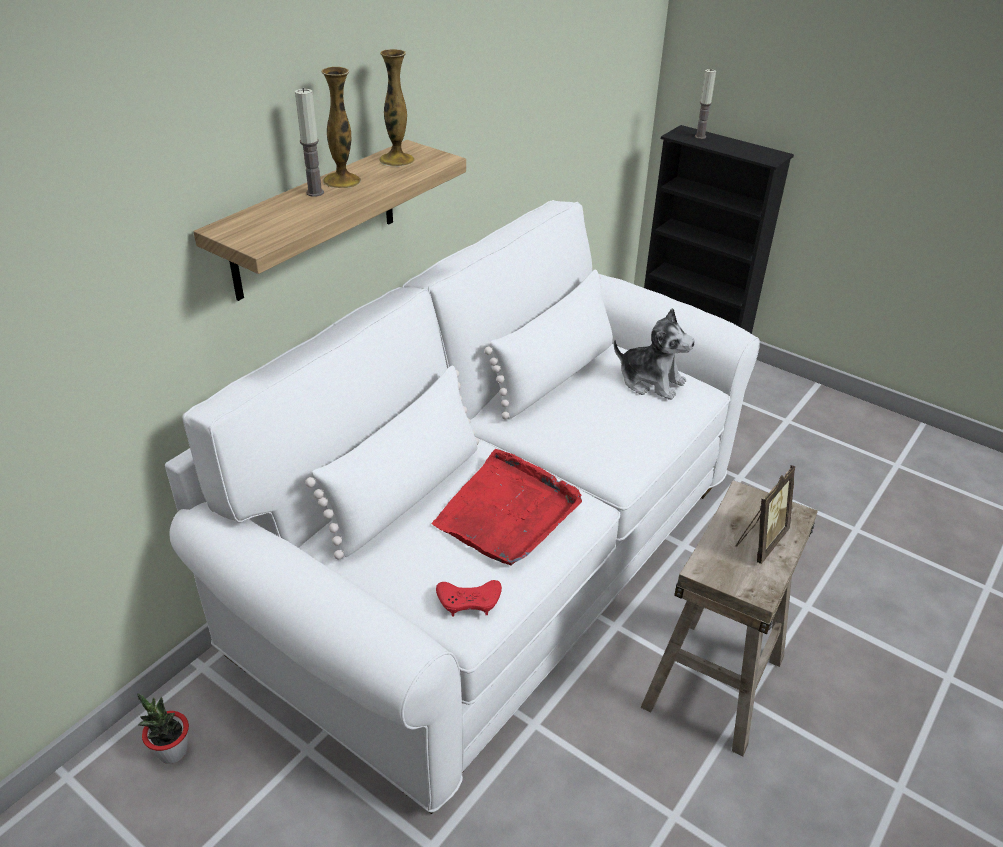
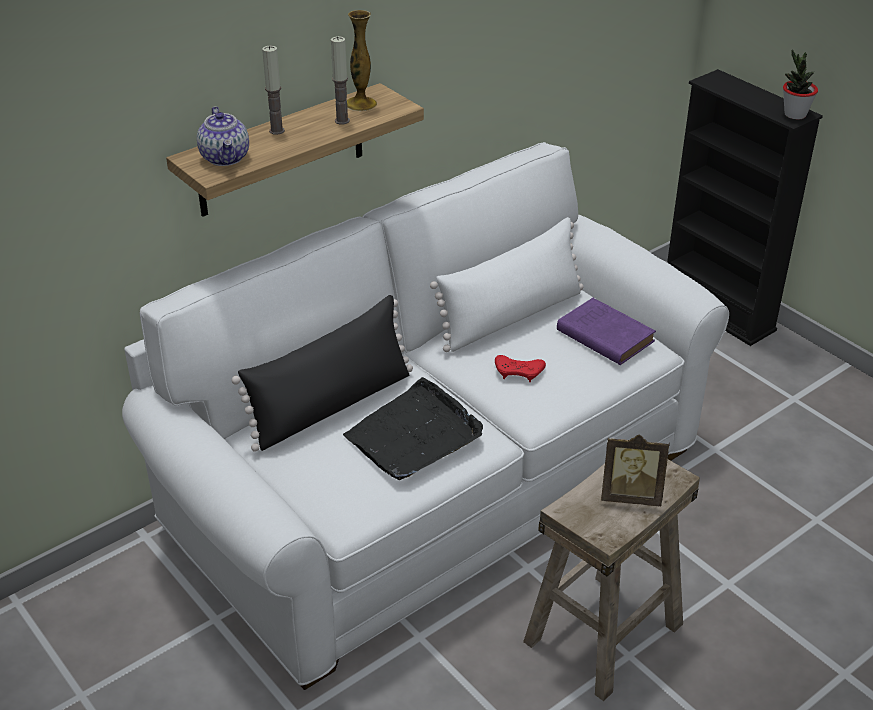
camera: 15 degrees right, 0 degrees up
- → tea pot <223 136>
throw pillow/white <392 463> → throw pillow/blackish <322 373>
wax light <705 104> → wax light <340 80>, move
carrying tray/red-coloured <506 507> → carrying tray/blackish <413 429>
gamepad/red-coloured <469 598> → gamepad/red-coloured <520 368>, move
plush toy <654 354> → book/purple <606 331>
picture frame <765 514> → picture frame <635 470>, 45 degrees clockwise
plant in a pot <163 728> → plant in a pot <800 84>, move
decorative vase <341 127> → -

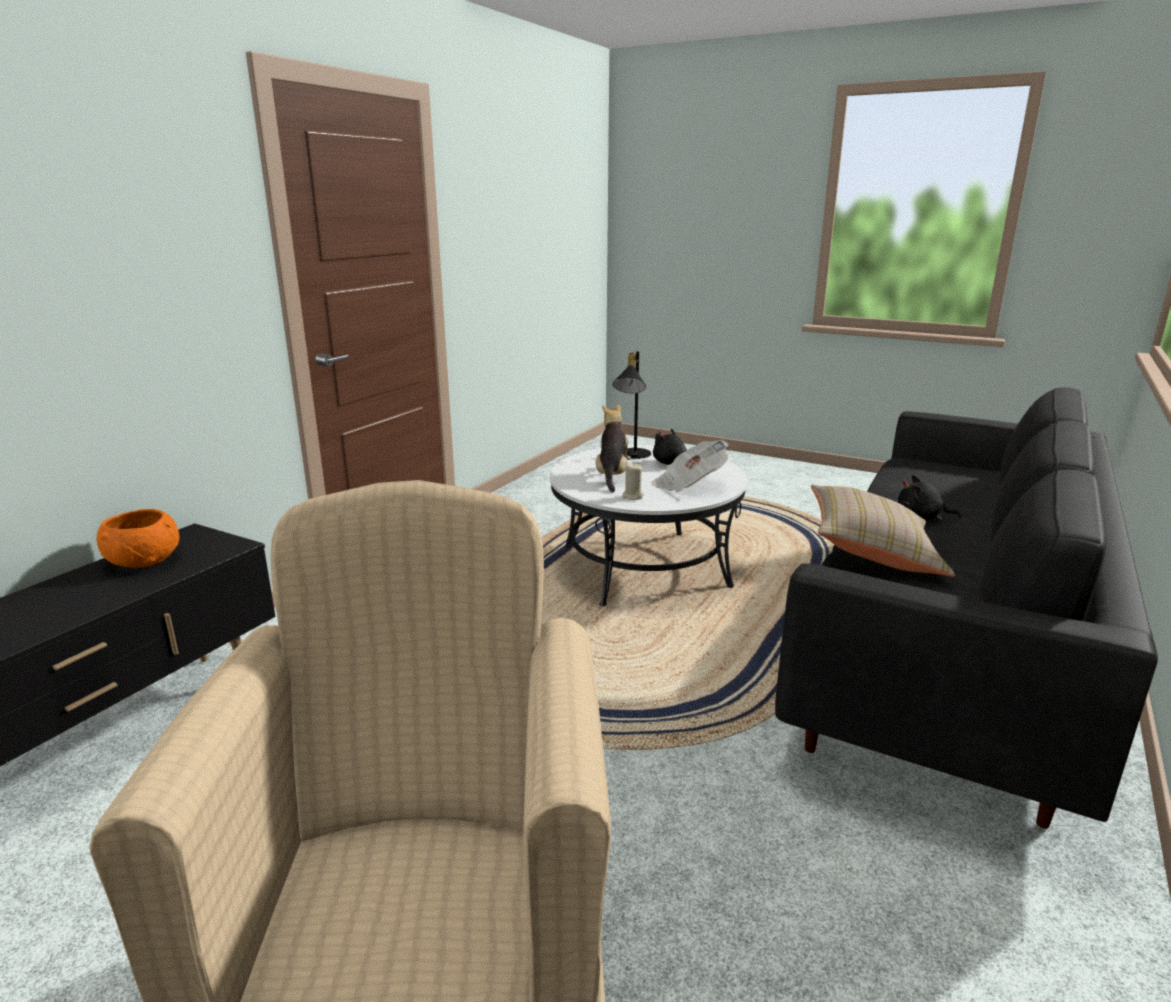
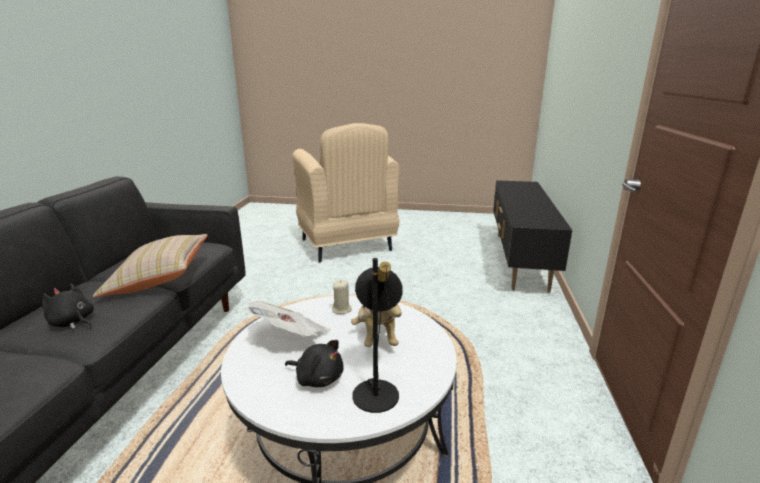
camera: 160 degrees right, 0 degrees up
plush toy/blackish <929 497> → plush toy/blackish <68 306>, 150 degrees counterclockwise
serving bowl/orangey <138 538> → -

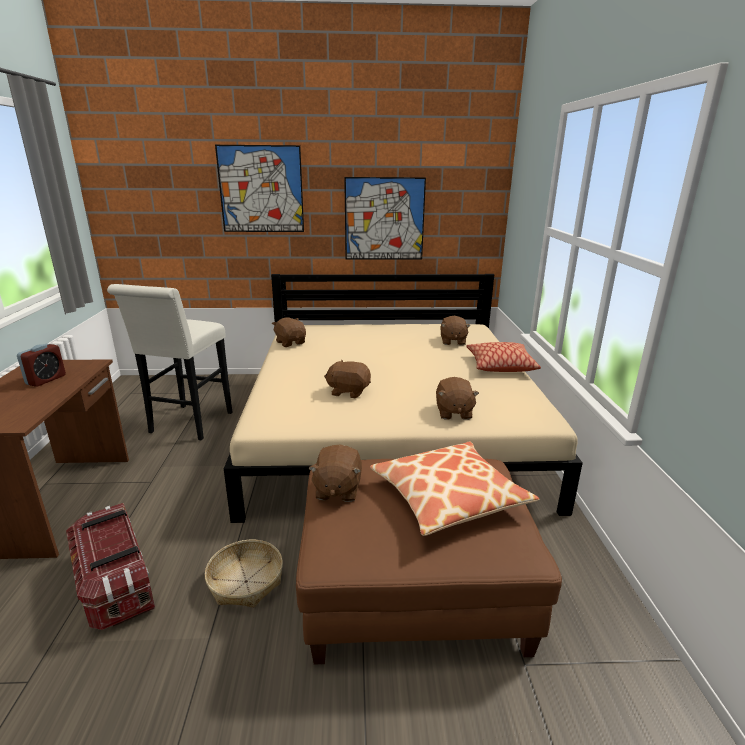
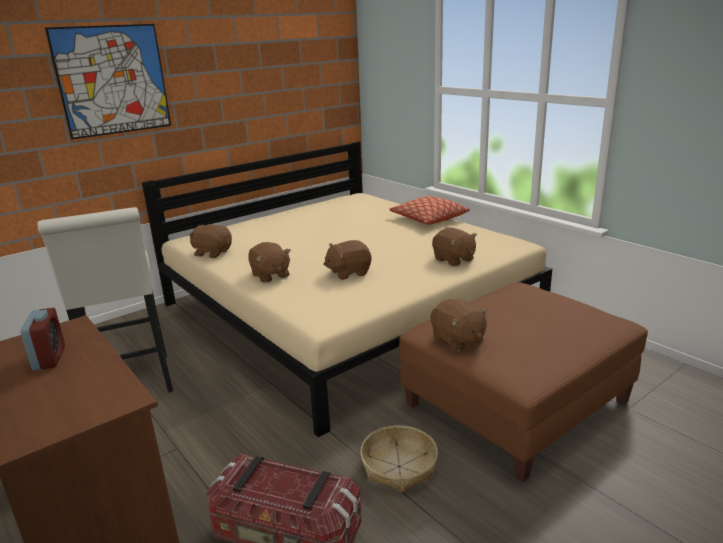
camera: 35 degrees left, 0 degrees up
plush toy/brown-coloured <456 330> → plush toy/brown-coloured <270 262>, move
picture <385 218> → -
throw pillow <454 489> → -

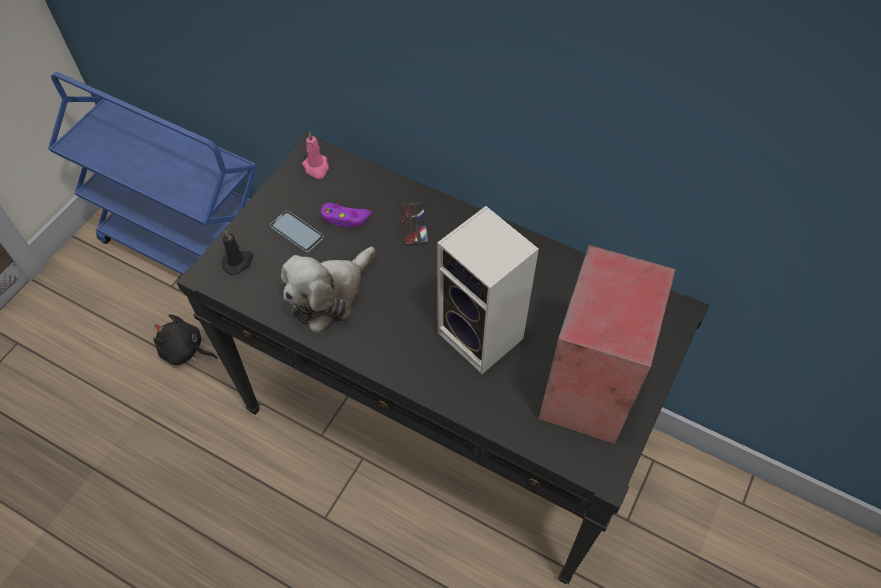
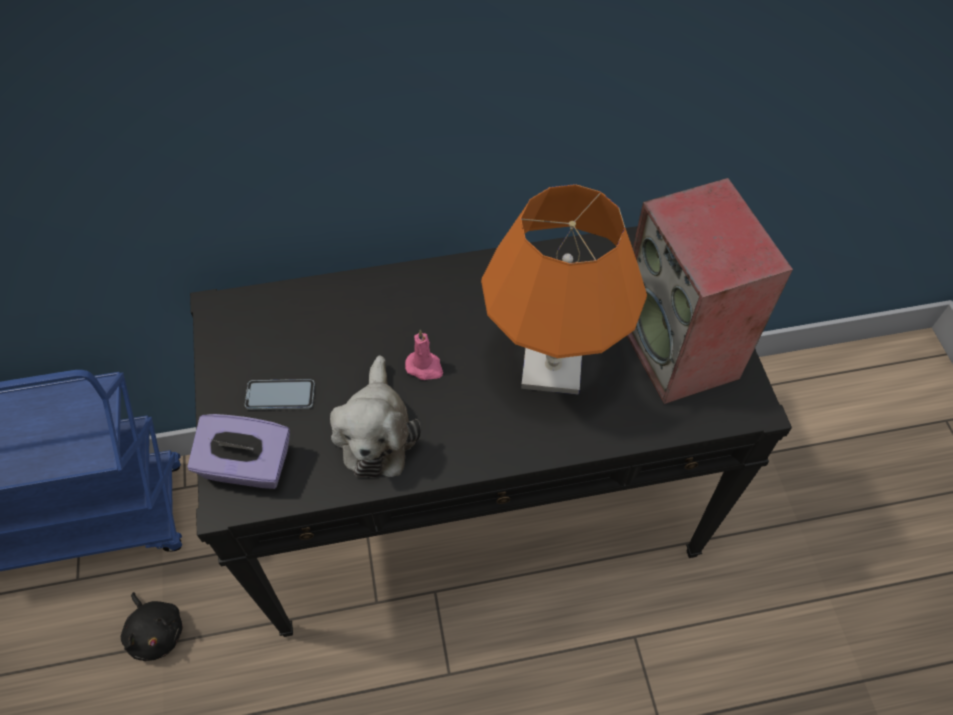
camera: 40 degrees left, 0 degrees up
plush toy/blackish <185 339> → plush toy/blackish <152 626>, 105 degrees counterclockwise
wax light/blackish <238 252> → tissue box/purple <238 451>
wax light/pink <315 155> → wax light/pink <424 355>, move
loudspeaker <488 290> → table lamp/orangey <564 289>
gamepad/purple <346 215> → -
telephone <414 223> → -

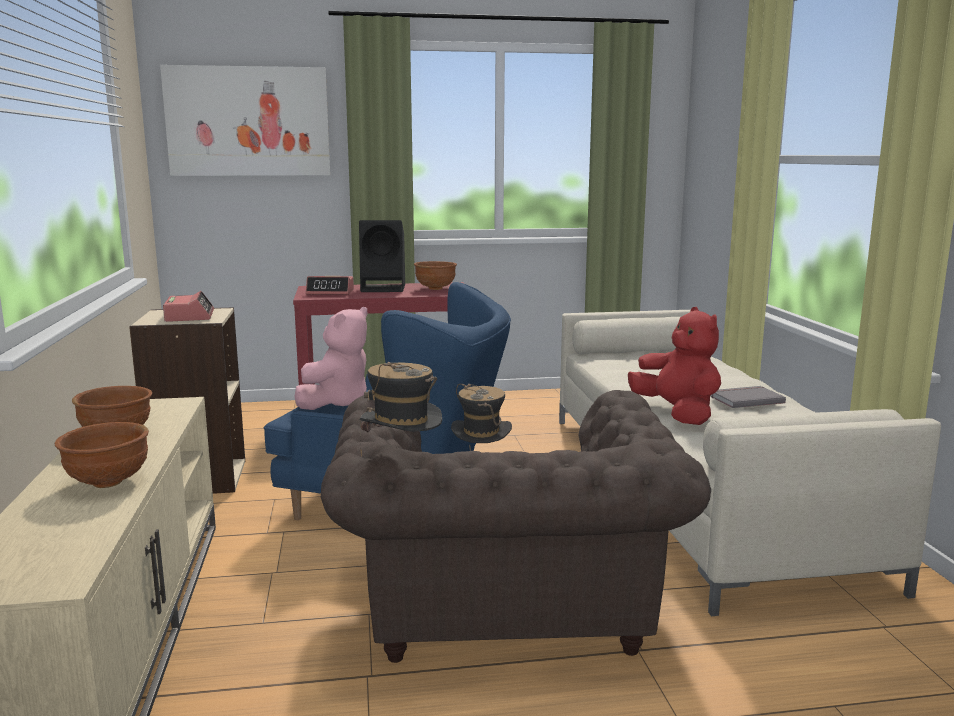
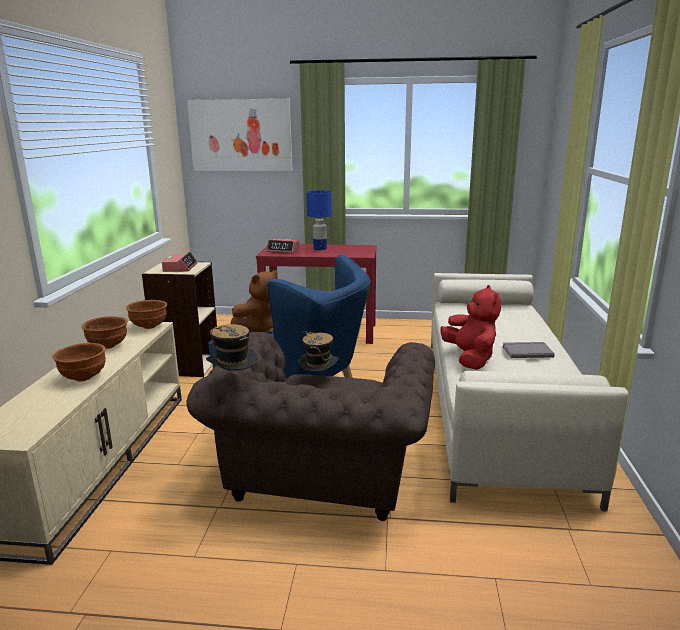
camera: 15 degrees right, 5 degrees up
serving bowl/brown-coloured <435 275> → serving bowl/brown-coloured <146 314>, move
plush toy/pink <331 358> → plush toy/brown-coloured <254 301>
loudspeaker/blackish <382 256> → table lamp/blue <319 220>

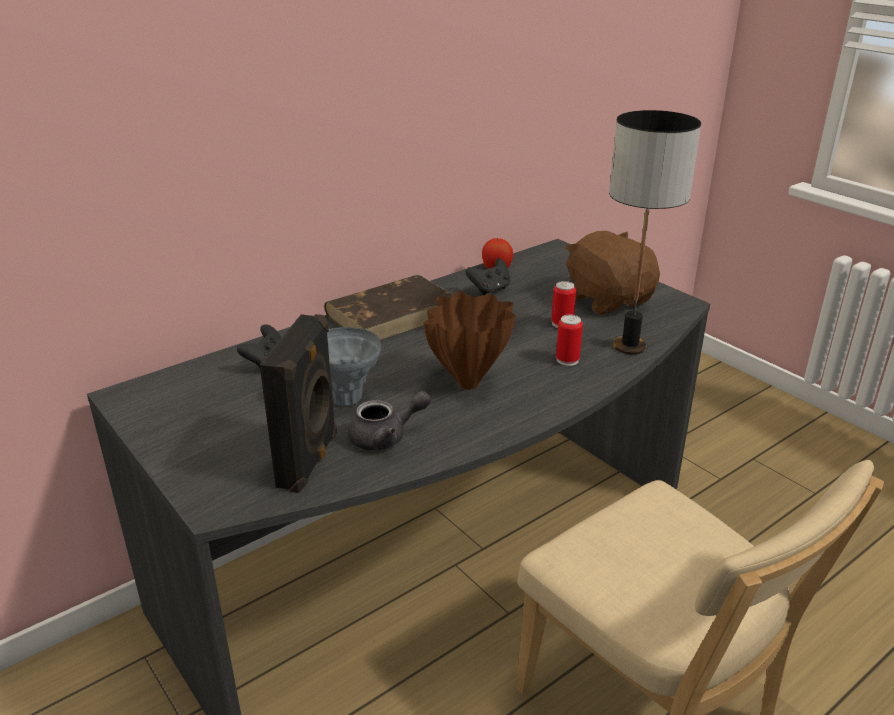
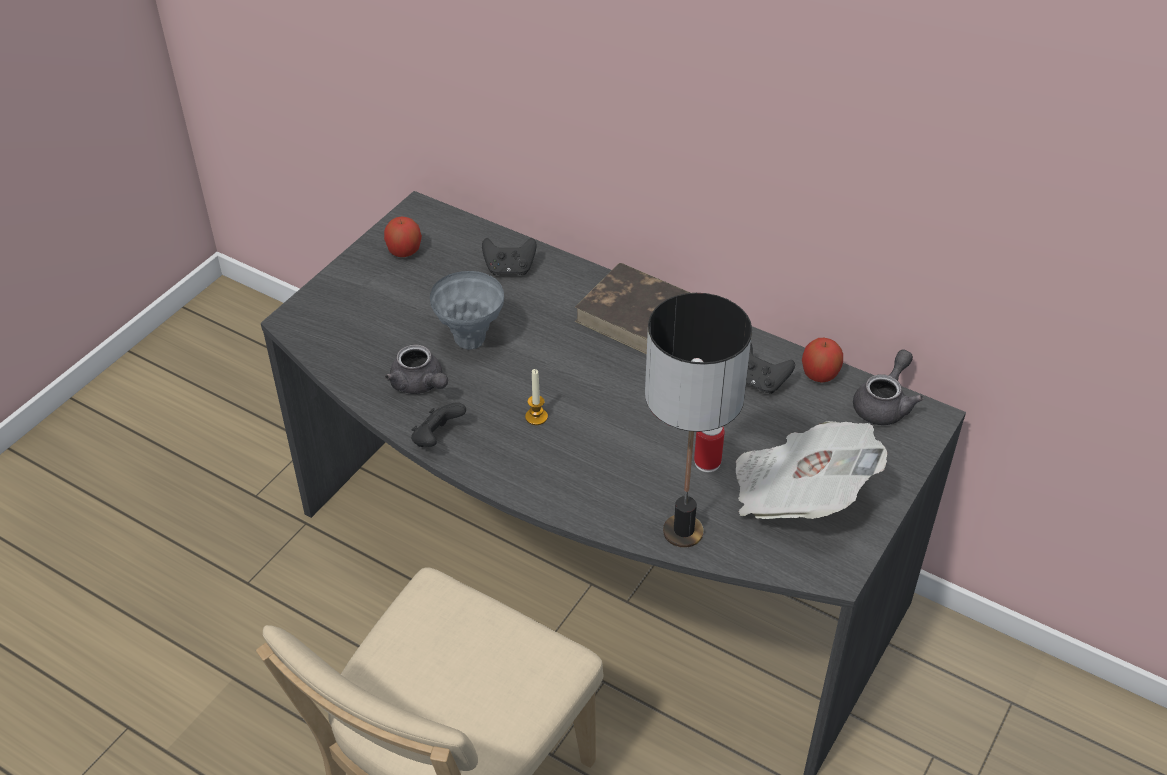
camera: 70 degrees right, 15 degrees up
- → whole apple <403 237>
- → gamepad/blackish <438 424>
decorative vase/brown-coloured <469 340> → wax light <536 397>
plush toy/brown-coloured <612 272> → printed paper <811 470>
- → tea pot/grey <888 387>
loudspeaker/blackish <298 403> → -
metal can <569 340> → -

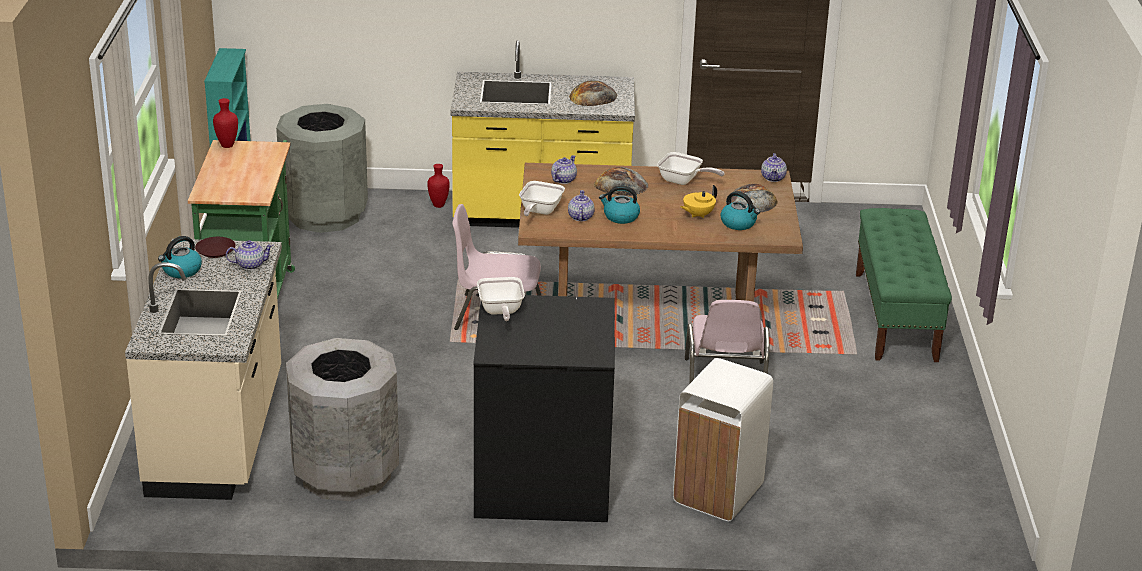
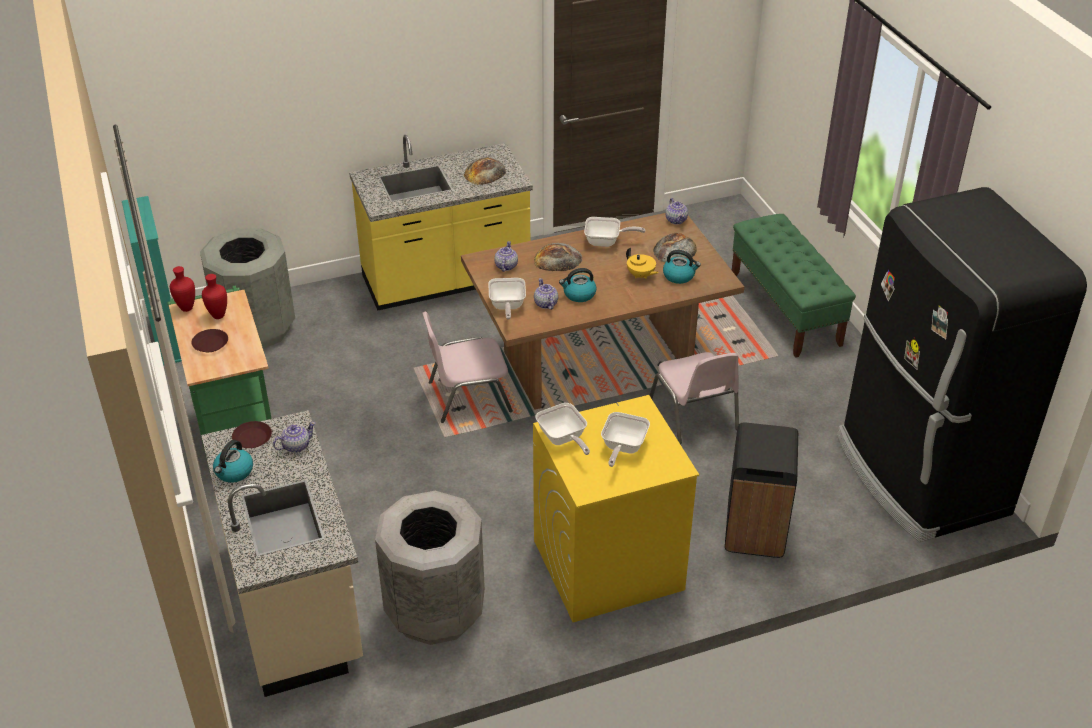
camera: 20 degrees left, 10 degrees up
- → dinner plate/brown-coloured <209 340>
decorative vase/red-coloured <438 186> → decorative vase/red-coloured <214 296>, move
washing machine/blackish <544 408> → washing machine/yellow <616 508>
- → pan <625 439>
tea pot/yellow <698 201> → tea pot/yellow <642 263>, 75 degrees counterclockwise
waste bin/white <723 439> → waste bin/blackish <761 490>
- → fridge/blackish <962 364>

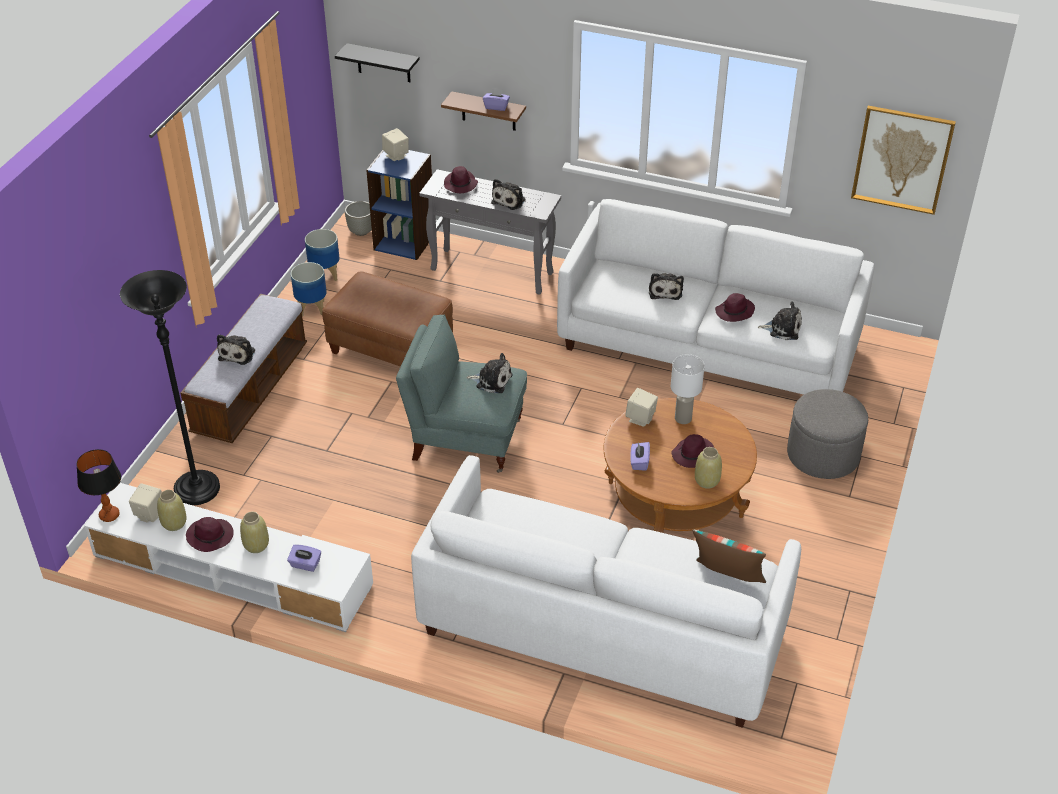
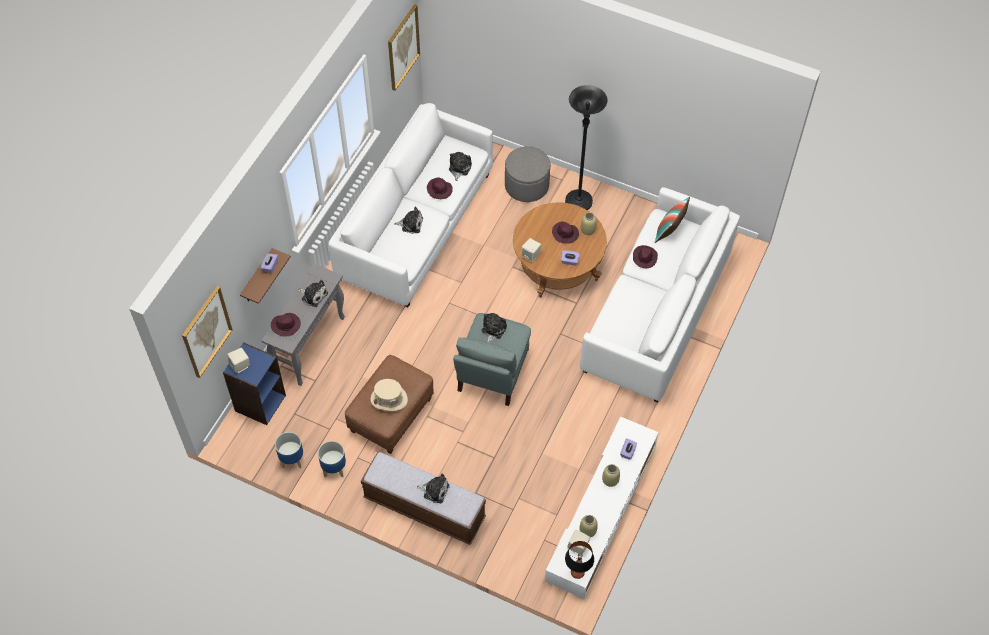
camera: 85 degrees left, 15 degrees up
shelf/blackish <377 62> → picture <207 332>
- → hat/beige-coloured <389 395>
standing lamp/blackish <170 387> → standing lamp/blackish <586 147>, move
hat/purple <210 534> → hat/purple <645 256>, move
planter/grey <358 218> → -
table lamp/white <688 389> → -

